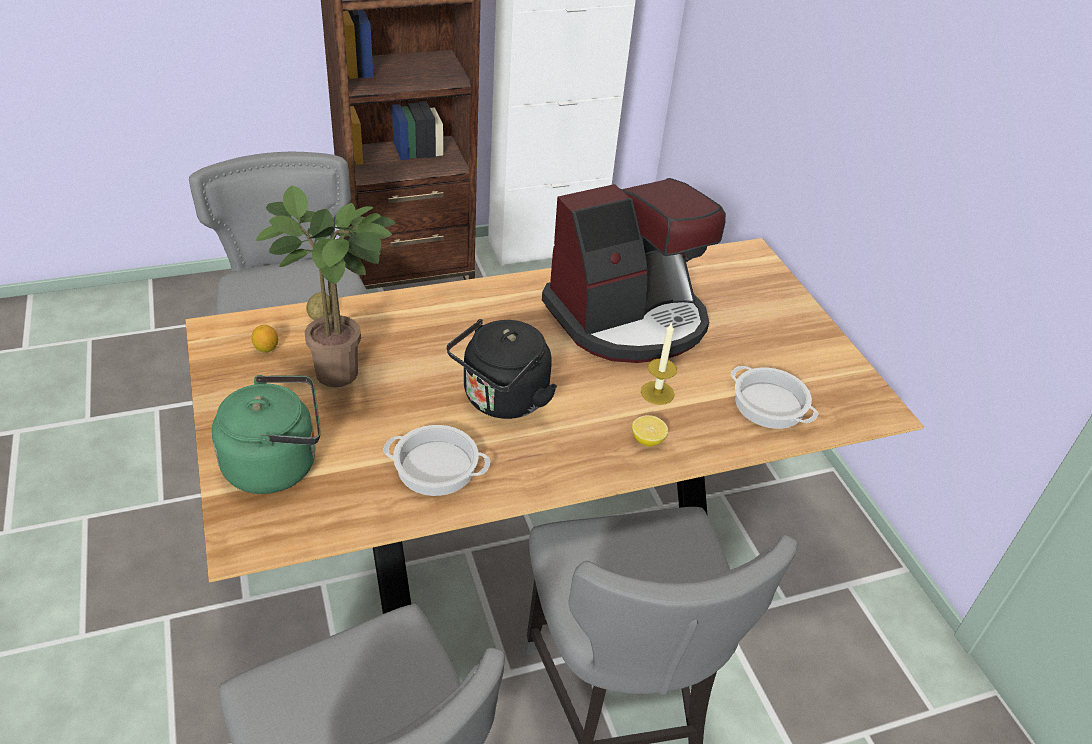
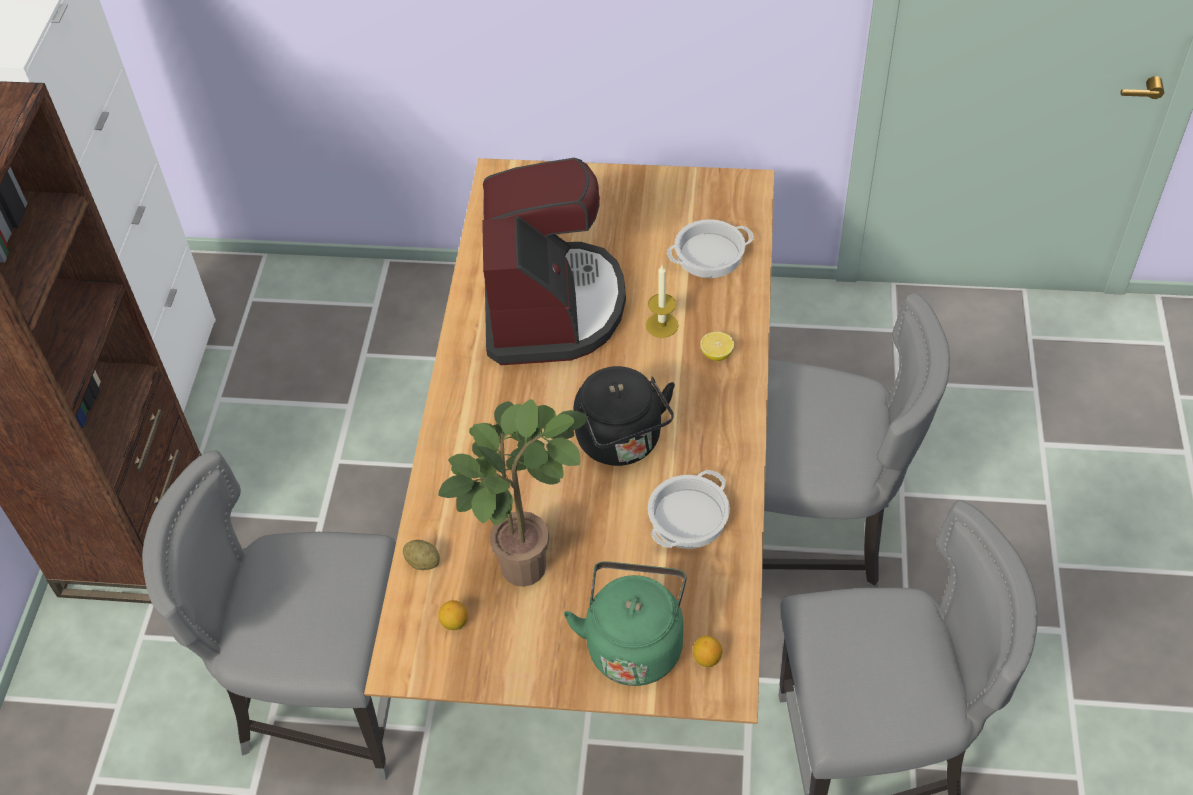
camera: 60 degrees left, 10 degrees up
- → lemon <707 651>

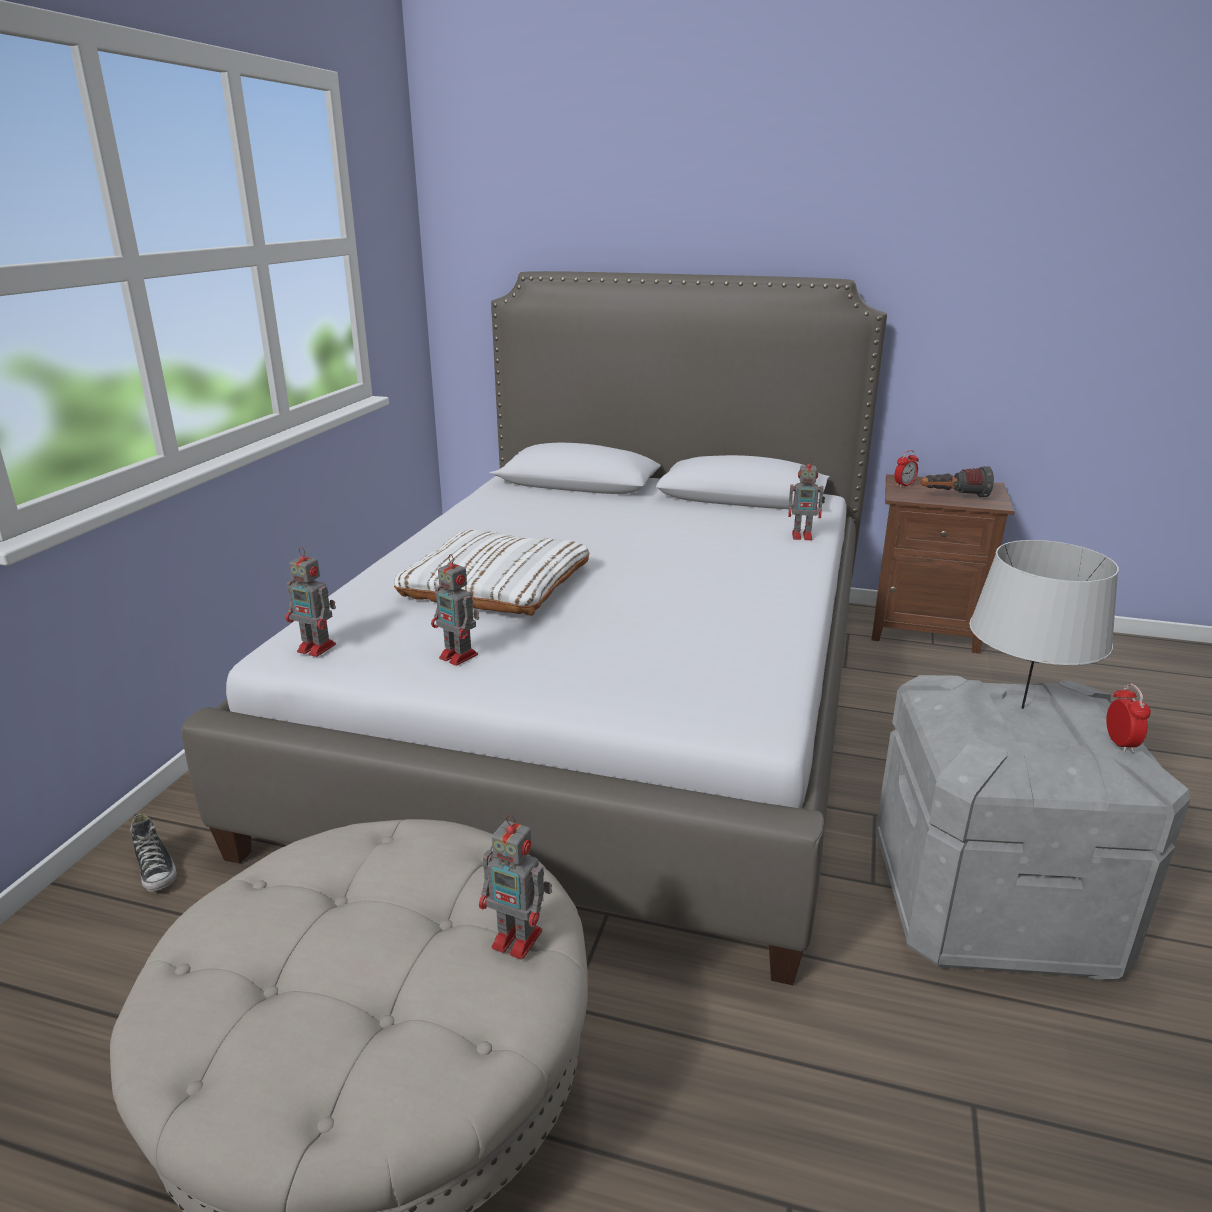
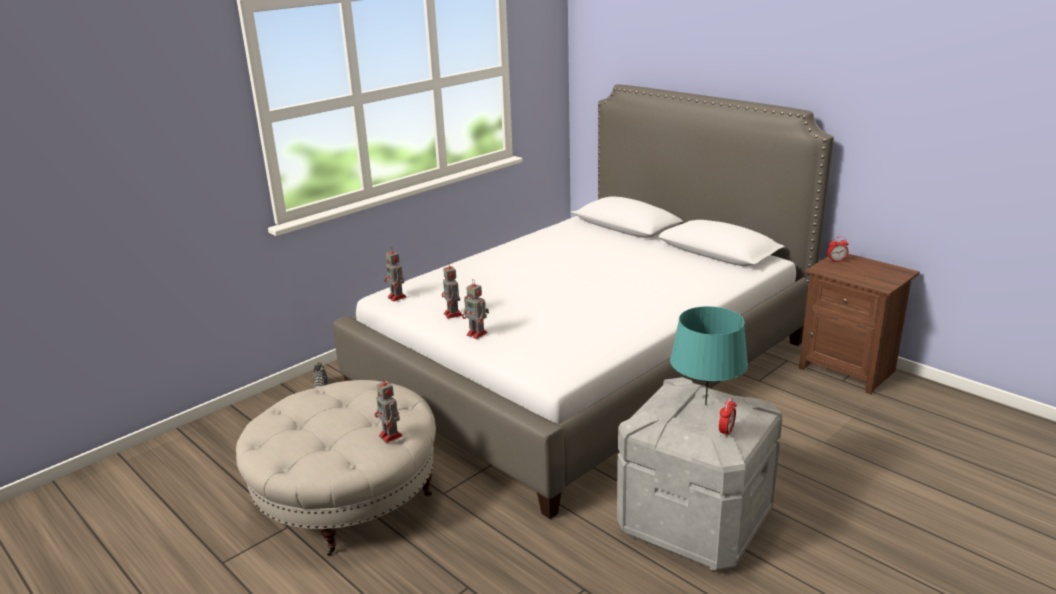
camera: 30 degrees right, 0 degrees up
toy robot <806 498> → toy robot <475 309>, move
table lamp/grey <1044 624> → table lamp/turquoise <709 355>
throw pillow/white <491 573> → -
hand torch <957 482> → -

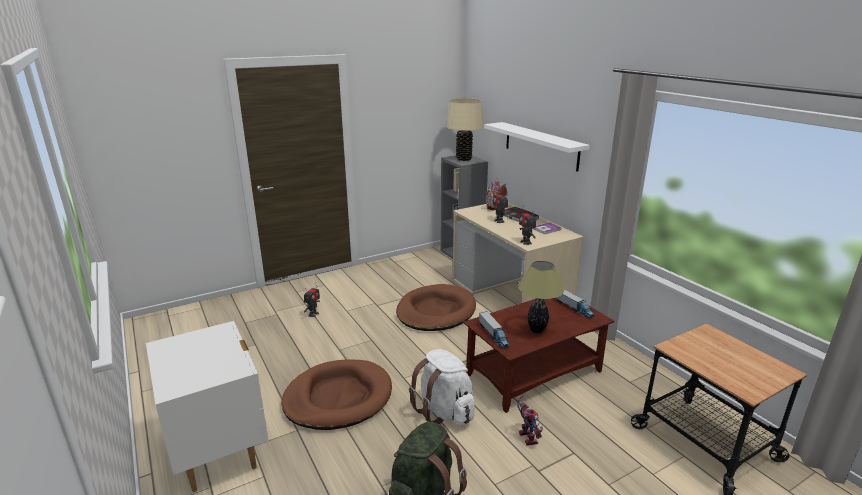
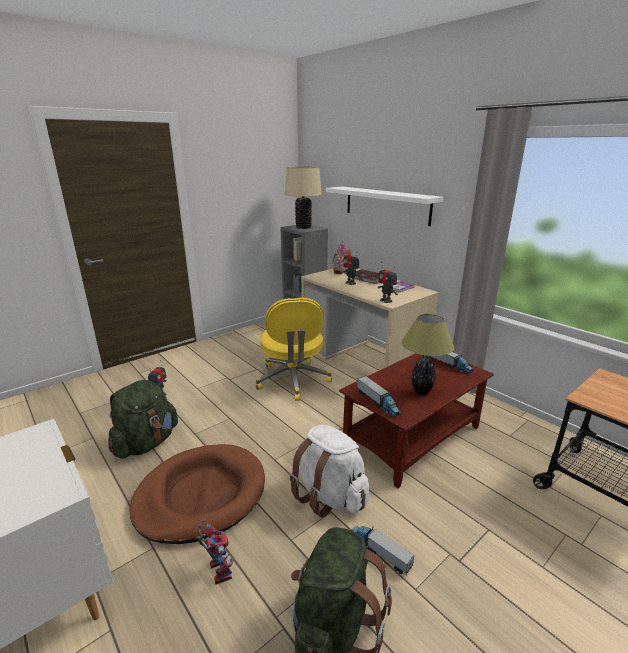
camera: 10 degrees left, 0 degrees up
- → rucksack/green <143 419>
toy robot <530 421> → toy robot <216 551>, move
dog cushion/brown-coloured <436 307> → desk chair/yellow <294 349>
- → toy truck <383 550>

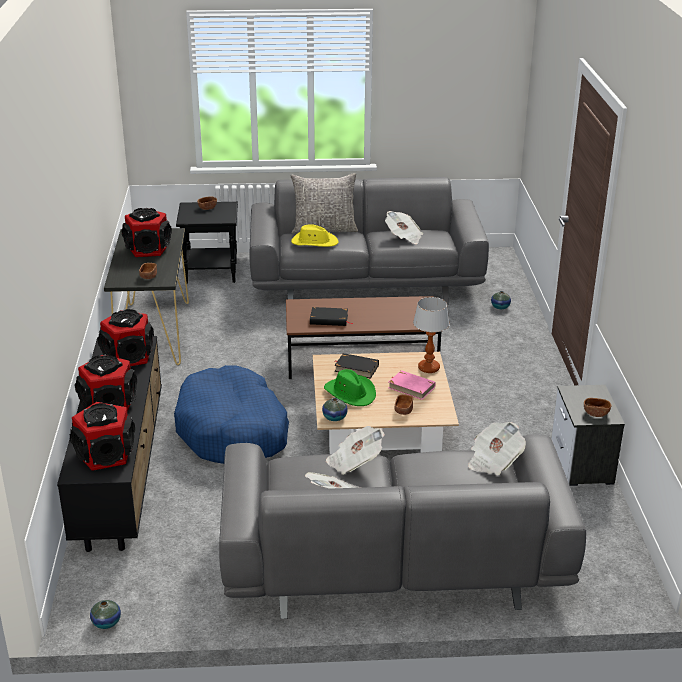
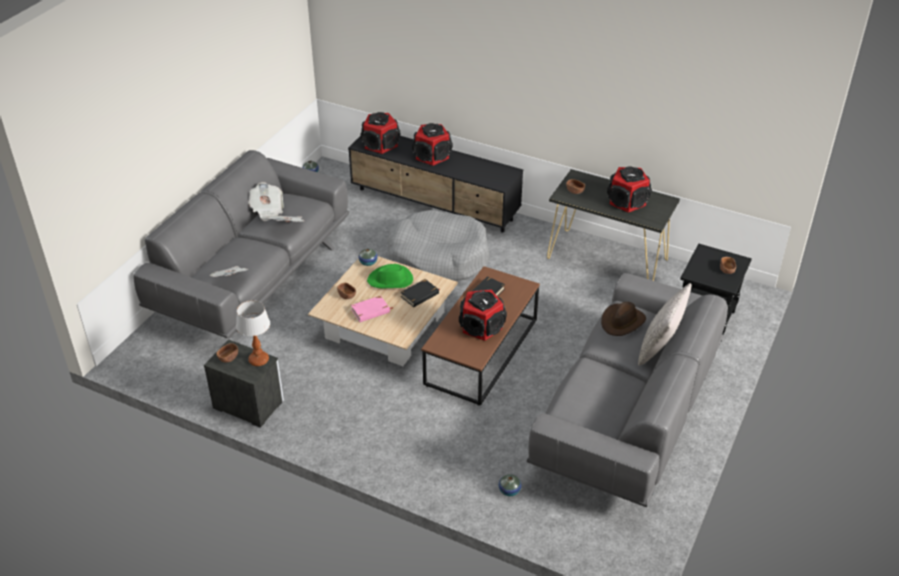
camera: 120 degrees right, 10 degrees up
table lamp <431 335> → table lamp <253 333>, move
dog cushion/blue <231 414> → dog cushion/grey <438 245>
loudspeaker <125 337> → loudspeaker <483 315>, move
hat/yellow <314 235> → hat/brown-coloured <623 319>
printed paper <404 227> → -

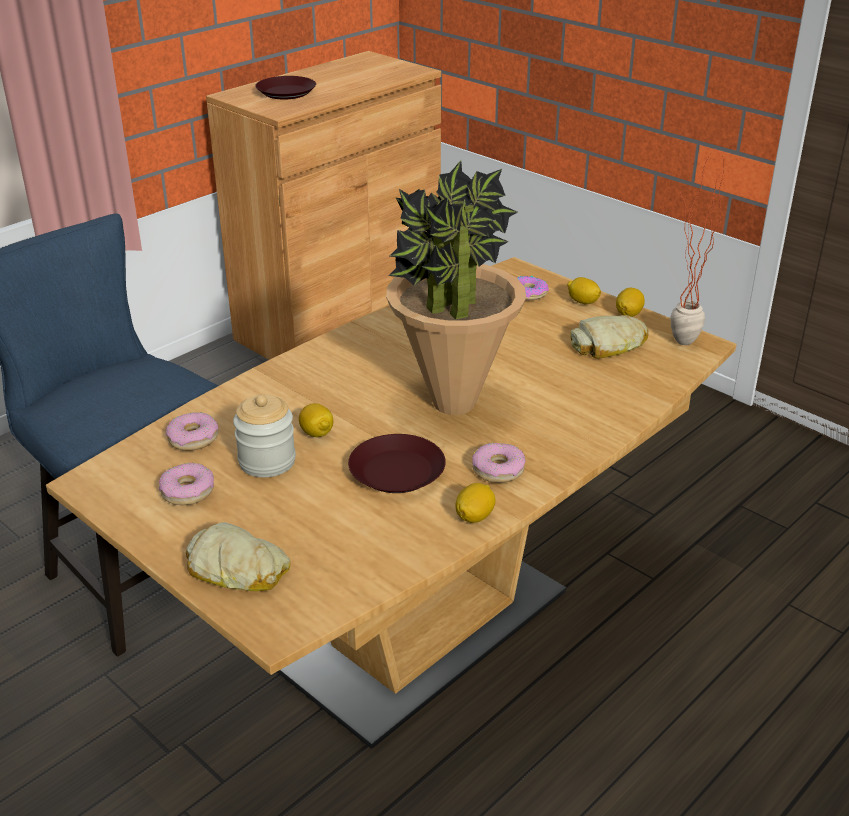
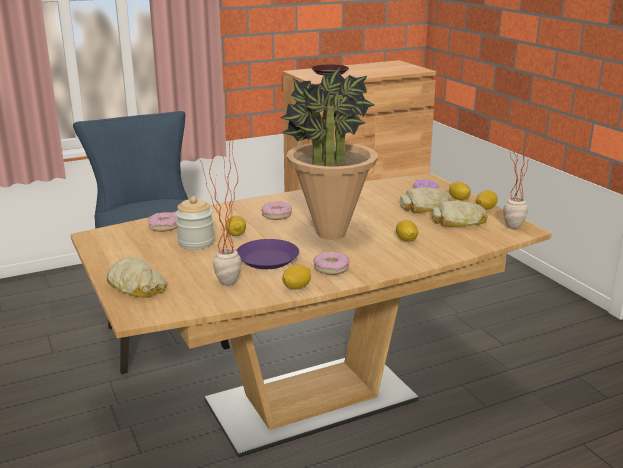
camera: 20 degrees right, 10 degrees down
- → plant in a pot <219 202>
dinner plate/brown-coloured <397 463> → dinner plate/purple <267 254>
doughnut <186 483> → doughnut <277 210>, move
- → lemon <407 231>
- → baked bread <426 200>

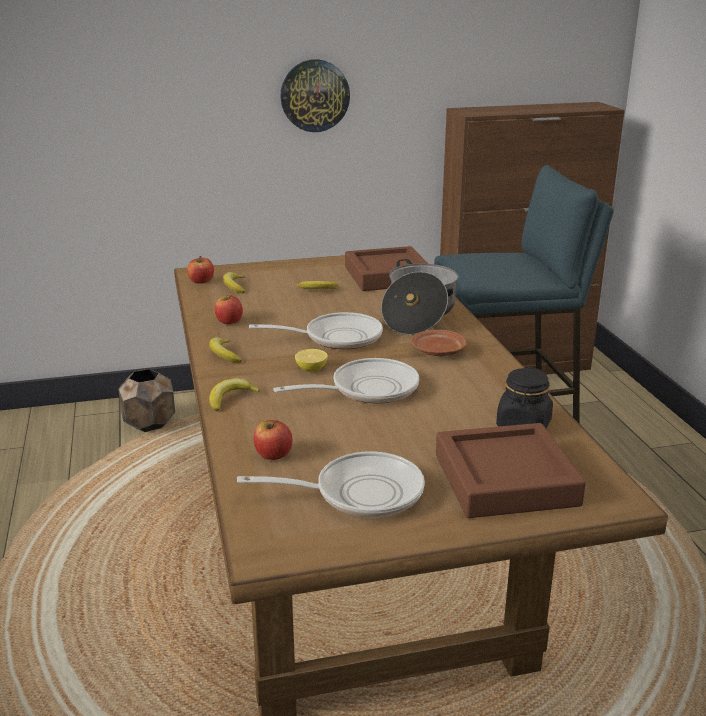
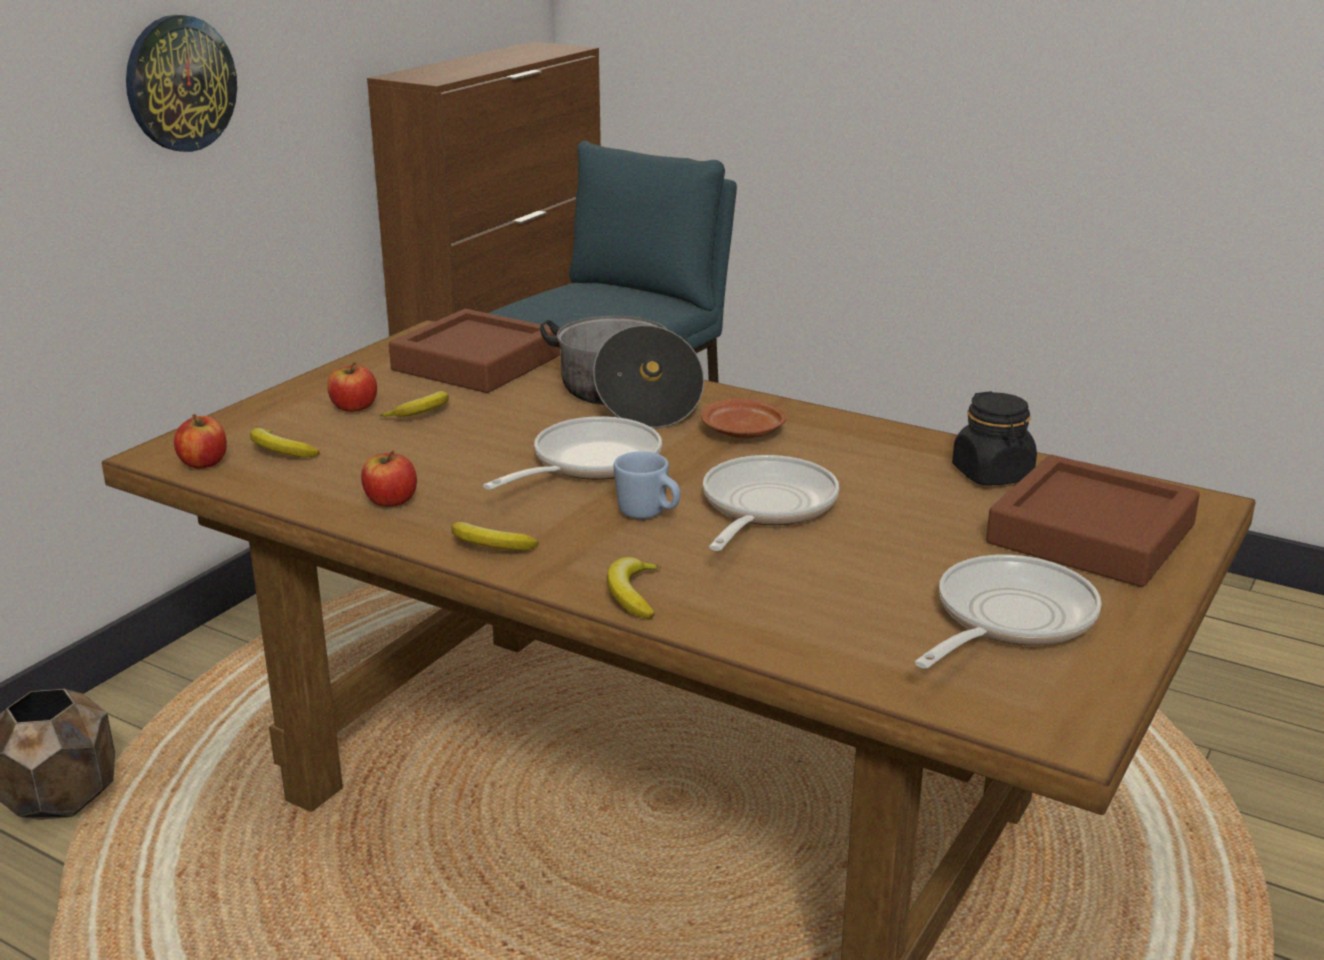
camera: 45 degrees left, 0 degrees up
whole apple <272 440> → whole apple <352 387>, move
lemon <311 360> → mug/blue <647 485>

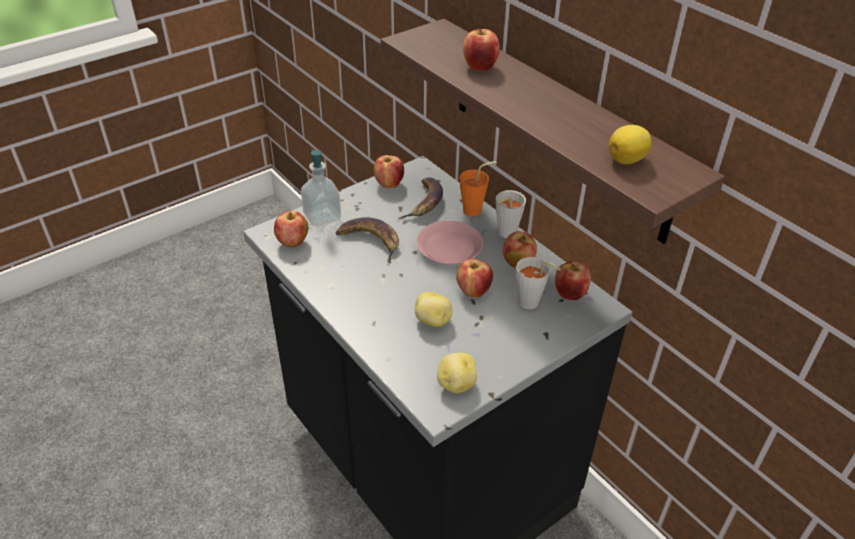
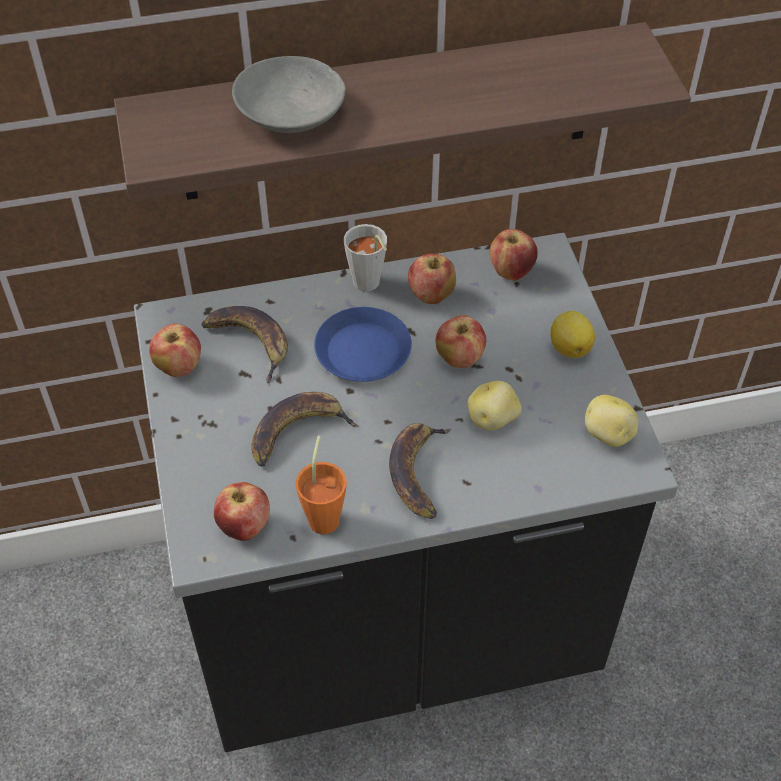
camera: 65 degrees left, 10 degrees up
whole apple <481 50> → serving bowl/grey <289 94>
cup/orangey <477 188> → cup/orangey <321 485>, move
dinner plate/pink <450 242> → dinner plate/blue <363 344>
- → whole banana <420 471>
lemon <630 144> → lemon <572 334>, move
soap dispenser <321 188> → -
cup/grey <538 283> → -

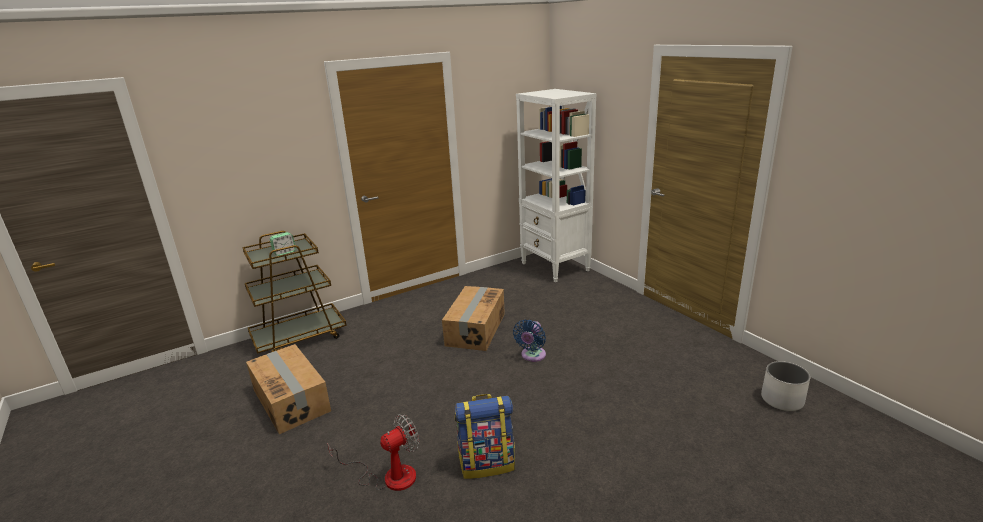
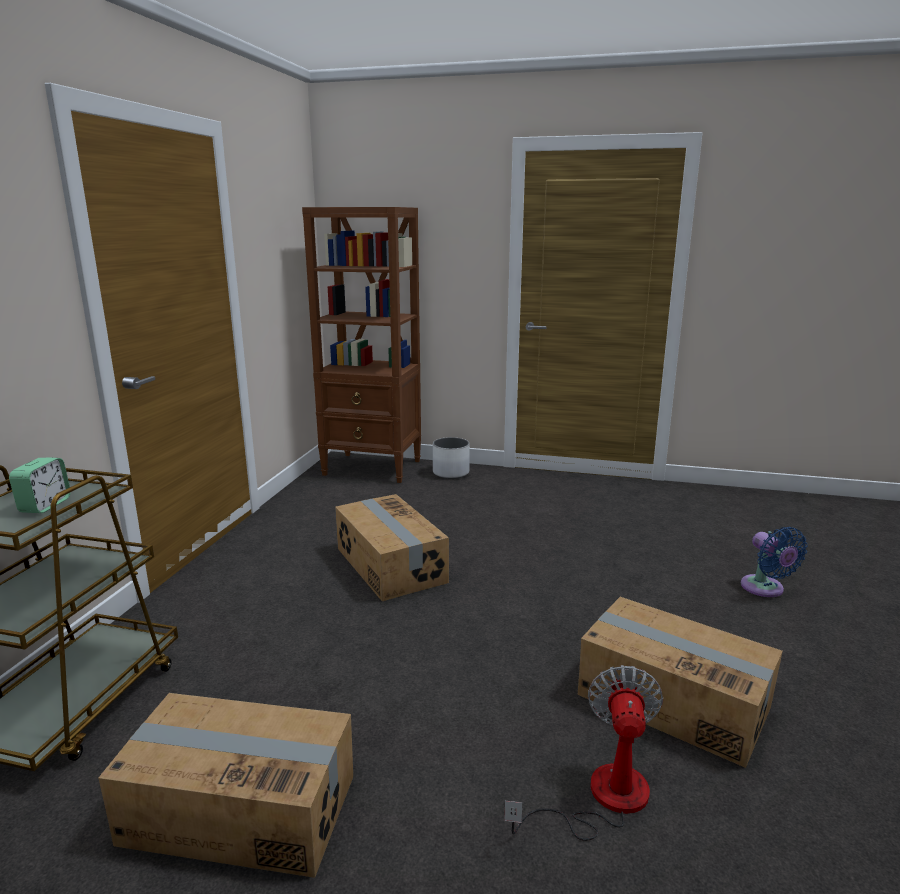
camera: 45 degrees left, 5 degrees down
bookshelf/white <556 185> → bookshelf/brown-coloured <361 345>
planter/white <785 386> → planter/white <451 458>, move
rucksack <485 436> → carton <680 682>
electric fan/blue <529 341> → electric fan/blue <774 562>, move

